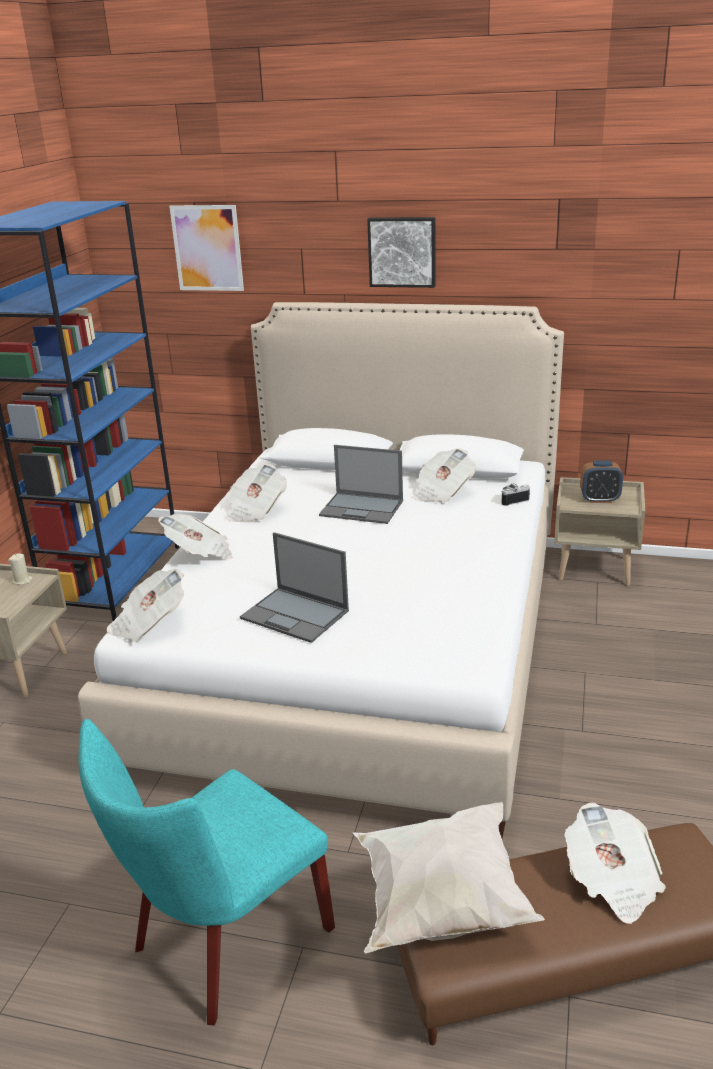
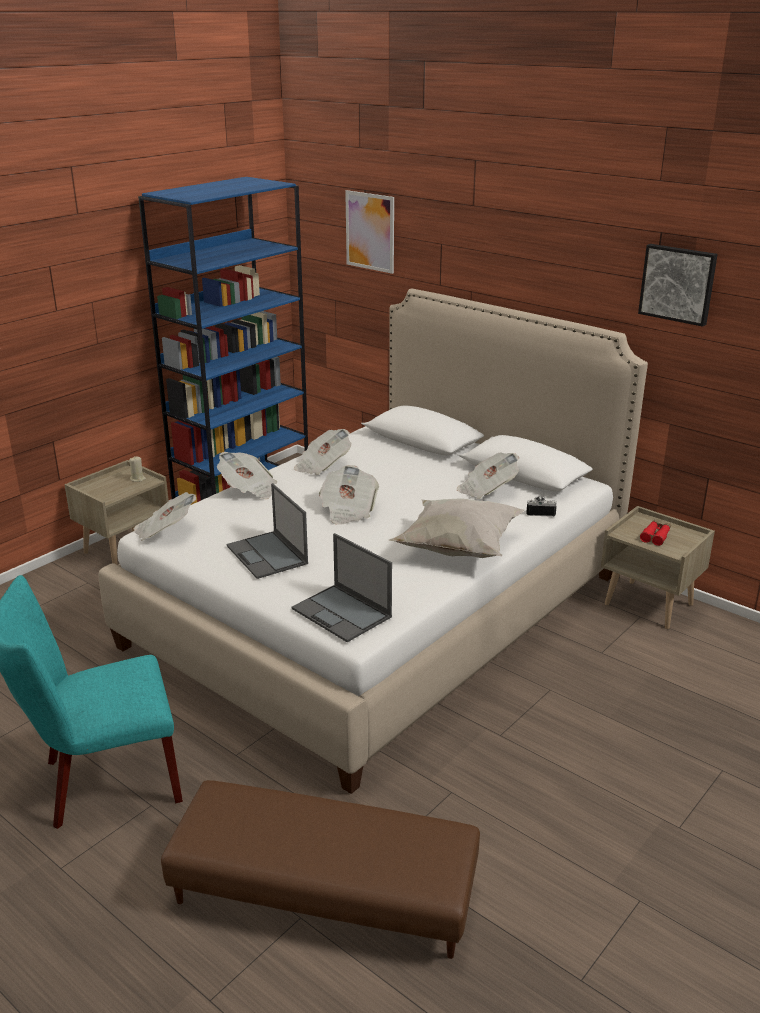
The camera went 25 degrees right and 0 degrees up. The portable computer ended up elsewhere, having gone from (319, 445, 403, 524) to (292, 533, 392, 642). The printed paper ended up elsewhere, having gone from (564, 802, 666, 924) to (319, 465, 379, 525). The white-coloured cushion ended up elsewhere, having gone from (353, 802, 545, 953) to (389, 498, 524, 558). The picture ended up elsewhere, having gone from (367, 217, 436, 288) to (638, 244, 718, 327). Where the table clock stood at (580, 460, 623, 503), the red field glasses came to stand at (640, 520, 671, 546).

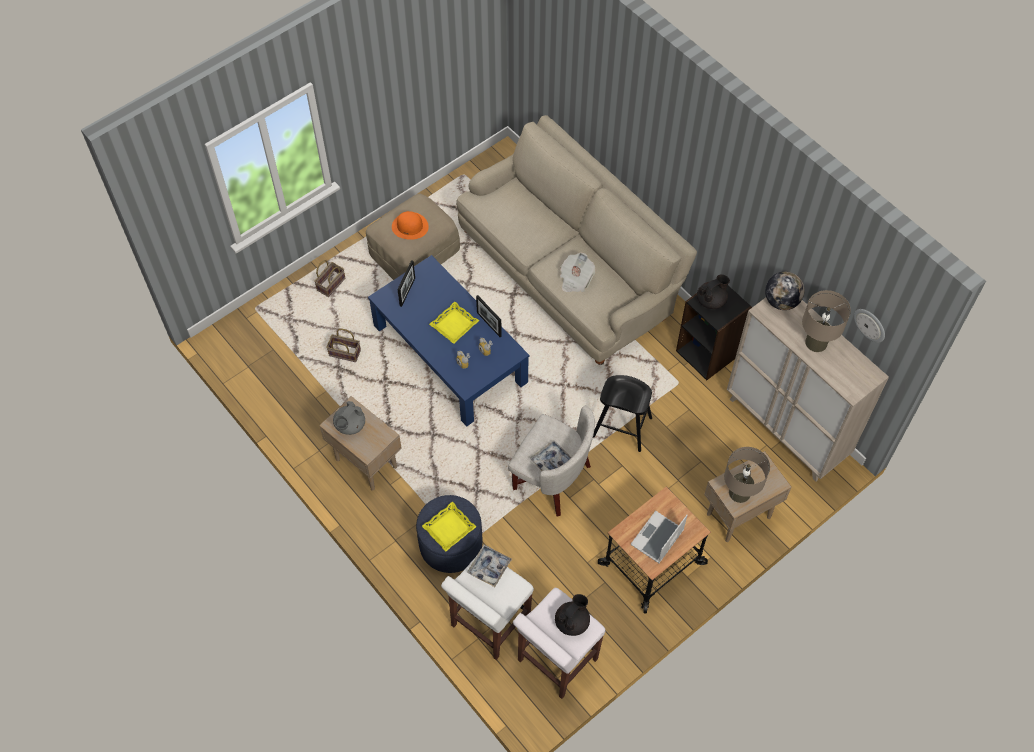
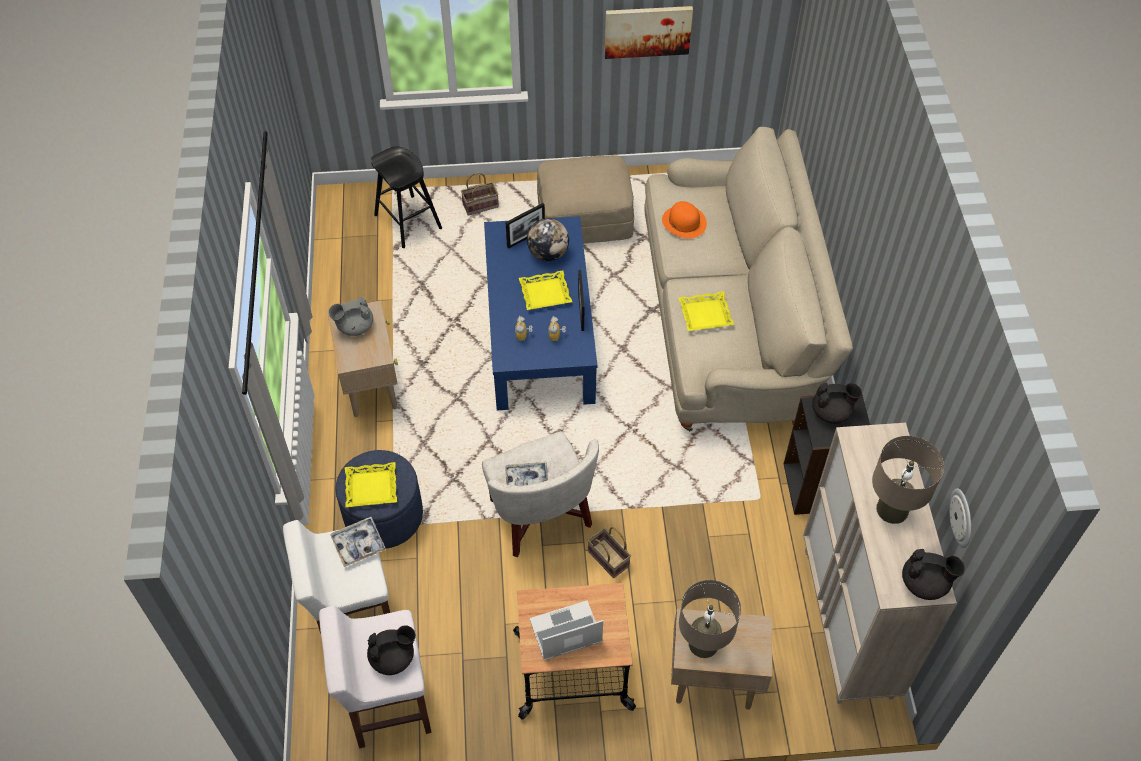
The camera went 35 degrees right and 5 degrees down. The black sitting stool ended up elsewhere, having gone from (593, 375, 652, 452) to (371, 146, 442, 248). The world globe ended up elsewhere, having gone from (765, 271, 804, 310) to (527, 218, 569, 261). The storage basket ended up elsewhere, having gone from (326, 329, 361, 362) to (588, 527, 631, 578). The second view gained the picture at (605, 6, 693, 59). The orange clothing hat ended up elsewhere, having gone from (392, 211, 429, 240) to (662, 201, 707, 239). Where the printed paper stood at (560, 253, 596, 292), the yellow-coloured serving tray came to stand at (678, 291, 734, 331). The second view gained the black tea pot at (902, 549, 965, 600).

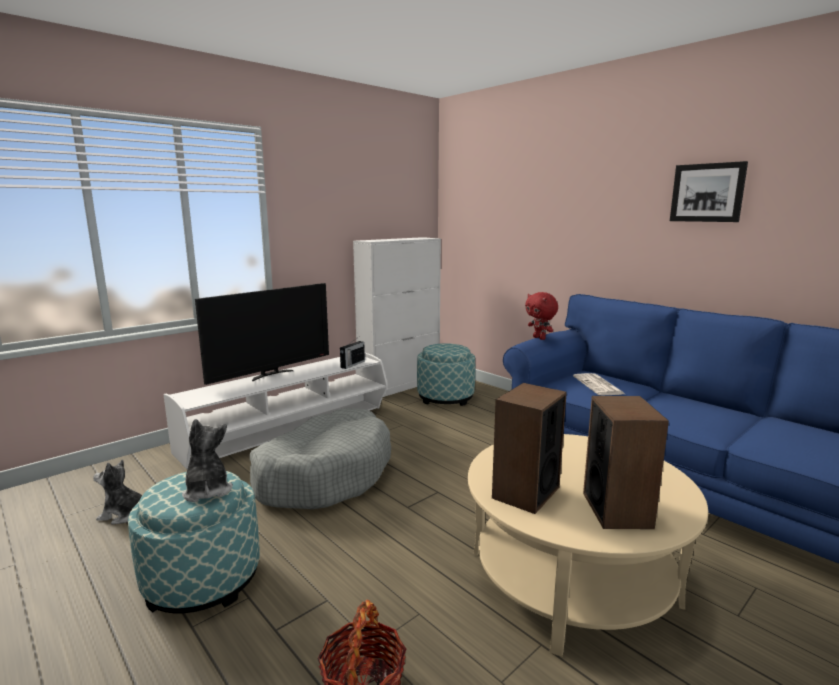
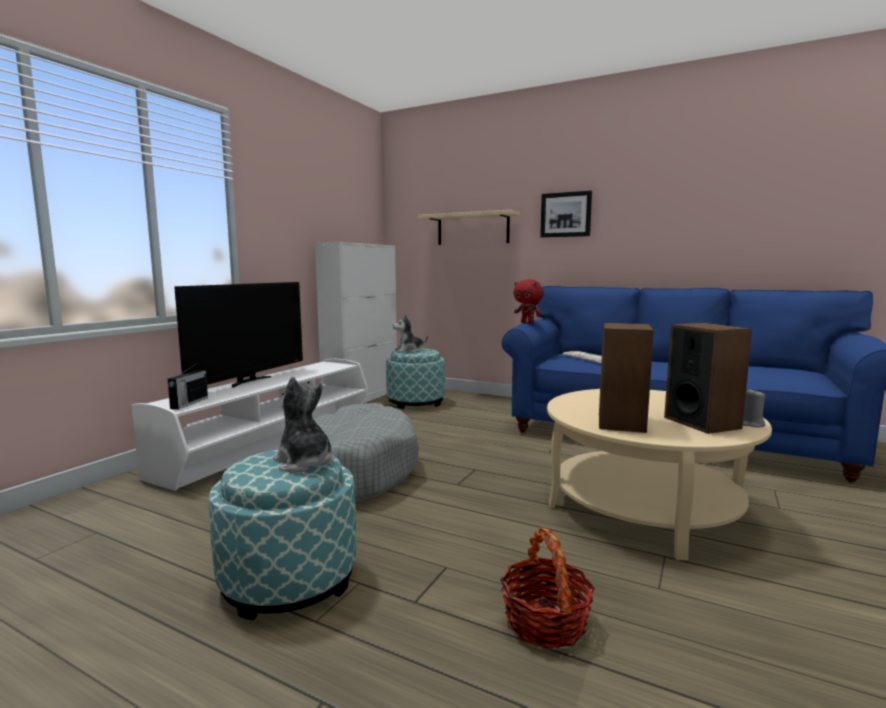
The camera went 20 degrees left and 5 degrees down. The radio ended up elsewhere, having gone from (340, 338, 365, 369) to (168, 364, 208, 410). The cuddly toy ended up elsewhere, having gone from (93, 460, 142, 524) to (393, 315, 428, 353). The second view gained the beige shelf at (418, 210, 520, 245). The picture ended up elsewhere, having gone from (670, 161, 748, 222) to (540, 191, 592, 238). The second view gained the greyish candle at (743, 389, 765, 427).

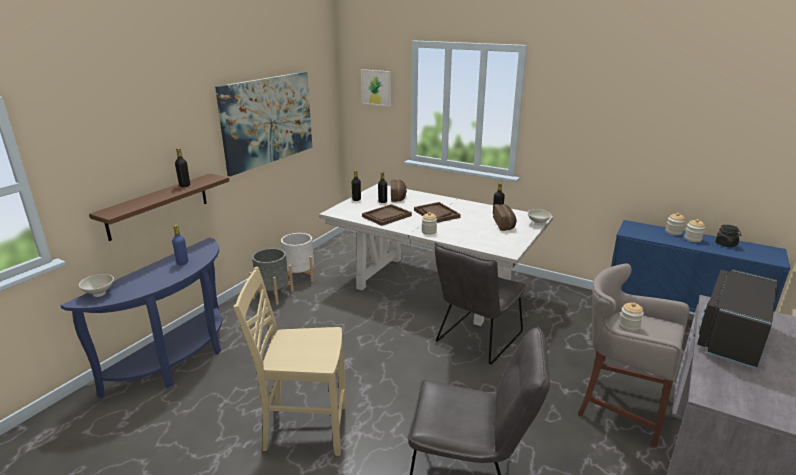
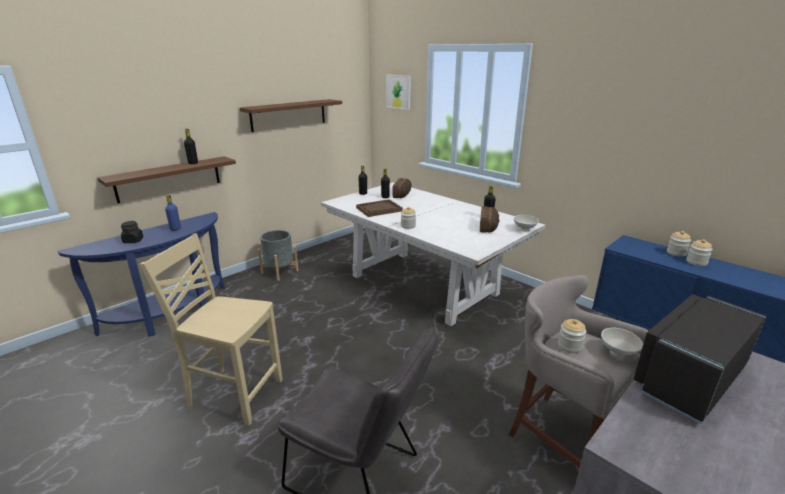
The camera went 15 degrees right and 0 degrees up. The black jar ended up elsewhere, having gone from (715, 225, 741, 247) to (121, 221, 143, 243). Where the picture hung at (215, 72, 312, 176), the brown-coloured shelf came to hang at (240, 99, 342, 132). The white-coloured bowl ended up elsewhere, having gone from (79, 274, 114, 297) to (601, 328, 643, 358). The second view lost the white-coloured flower pot at (281, 233, 314, 282). The second view lost the brown-coloured serving tray at (414, 202, 461, 223). The second view lost the greyish plain chair at (434, 243, 526, 365).

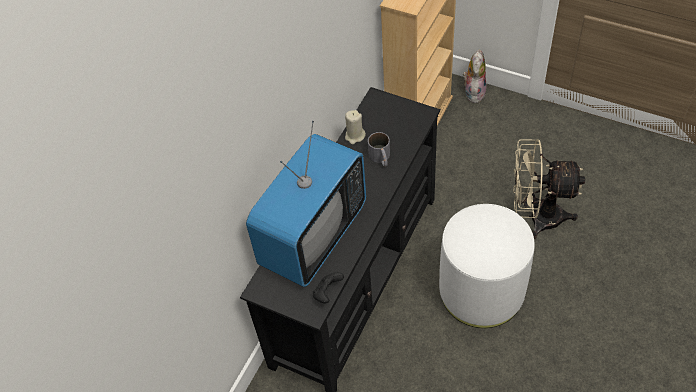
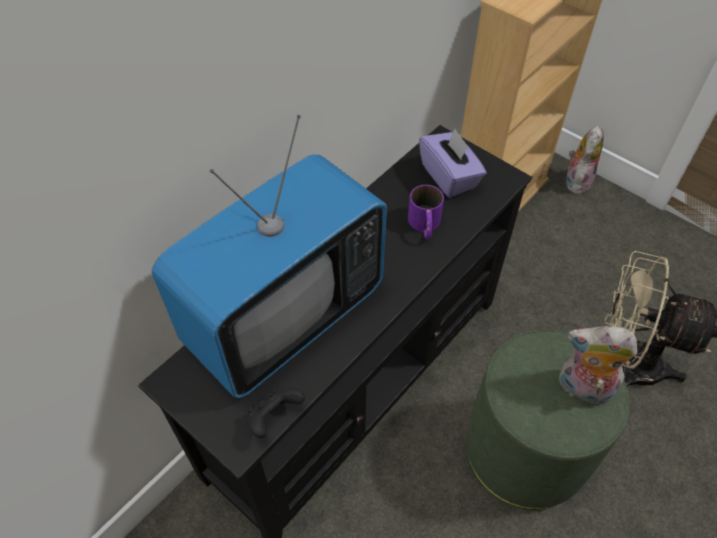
The camera went 10 degrees right and 0 degrees up. What was the greyish coffee mug at (368, 132, 390, 167) turned into the purple coffee mug at (408, 185, 444, 239). The second view gained the purple box of tissues at (419, 129, 486, 198). What was the white-coloured ottoman at (439, 204, 535, 328) turned into the greenish ottoman at (466, 329, 630, 510). The second view gained the cuddly toy at (559, 326, 638, 404). The second view lost the beige candle at (345, 110, 366, 144).

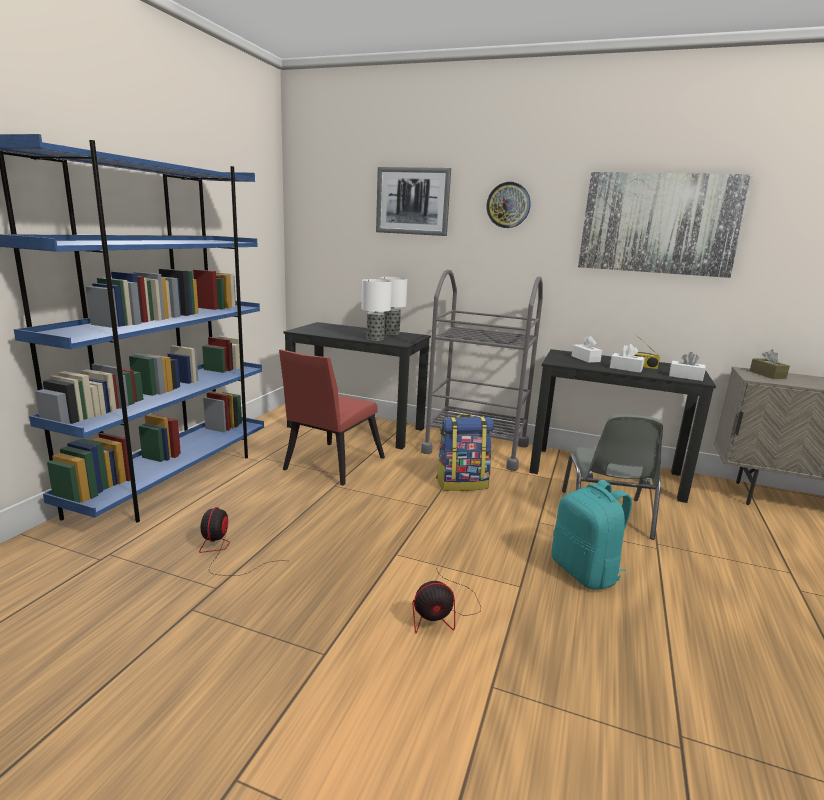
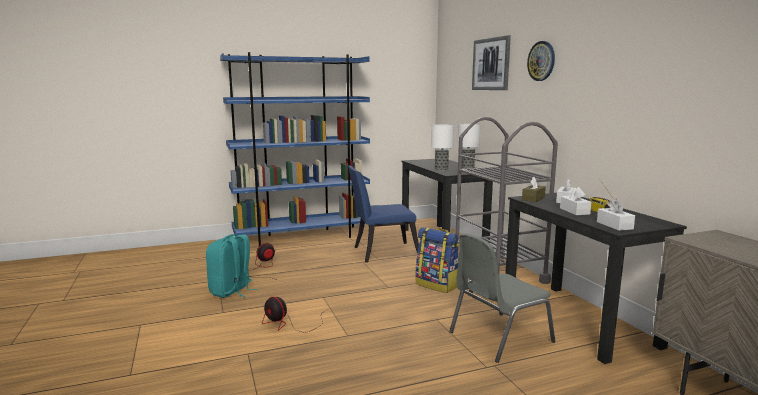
The camera went 50 degrees right and 5 degrees down. The turquoise knapsack ended up elsewhere, having gone from (552, 480, 632, 590) to (206, 234, 257, 298). What was the red plain chair at (279, 350, 385, 486) turned into the bluish plain chair at (348, 165, 419, 263). The brown-coloured box of tissues ended up elsewhere, having gone from (750, 350, 790, 379) to (522, 177, 546, 202). The second view lost the picture at (578, 172, 754, 278).

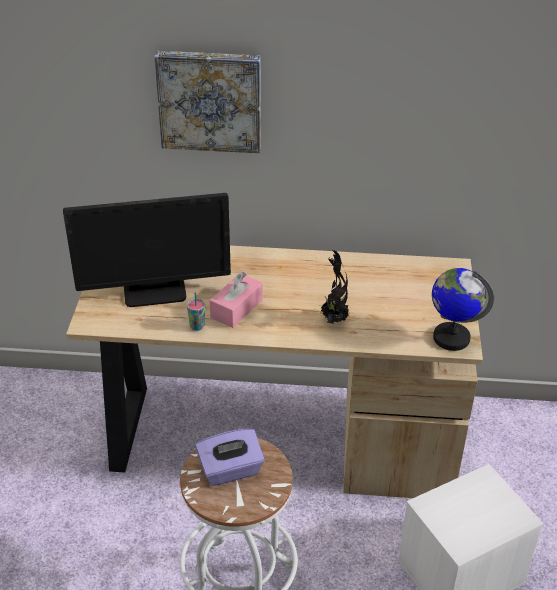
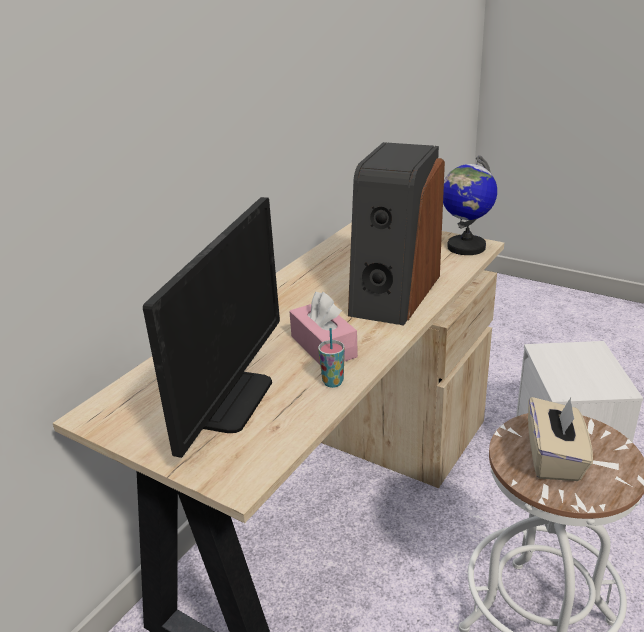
The camera went 60 degrees left and 10 degrees down. Where the plant in a pot stood at (321, 249, 349, 324), the speaker came to stand at (348, 142, 445, 325). What was the purple box of tissues at (195, 429, 265, 486) turned into the beige box of tissues at (528, 397, 593, 481). The second view lost the picture at (155, 51, 261, 153).

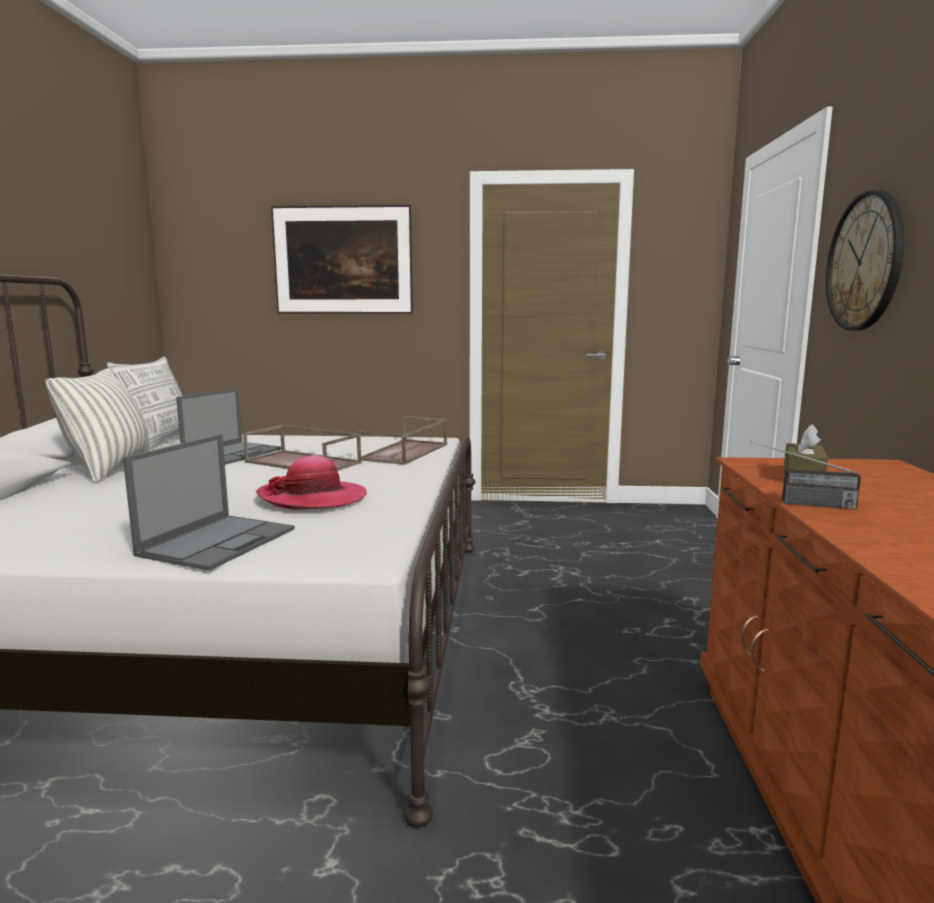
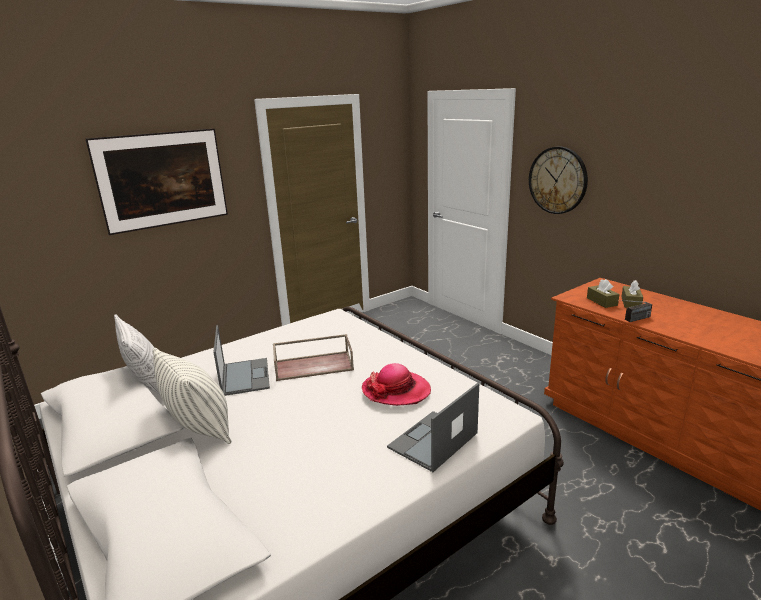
The camera went 40 degrees left and 10 degrees up. The portable computer at (123, 434, 295, 571) ended up facing another way, 120 degrees counterclockwise from before. The second view gained the brown-coloured box of tissues at (621, 280, 643, 308). The second view lost the brown-coloured serving tray at (357, 416, 447, 465).

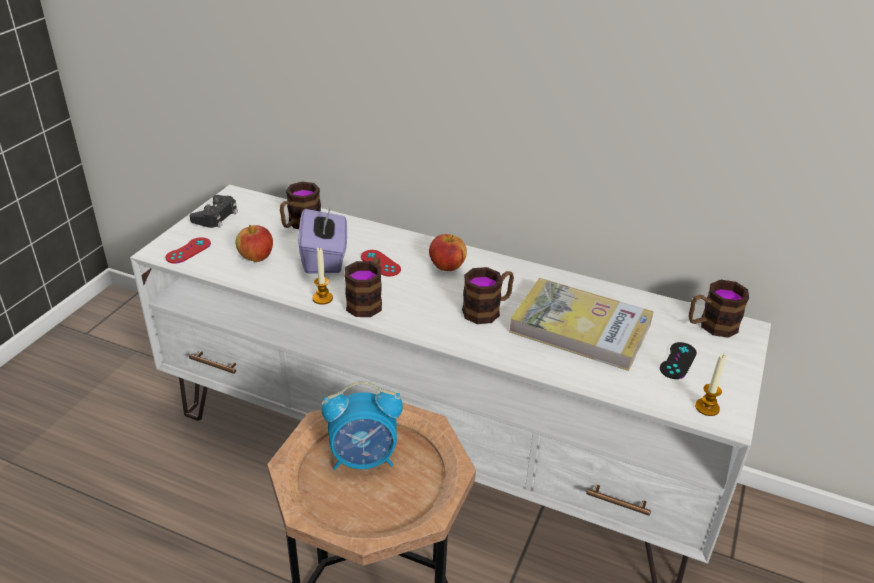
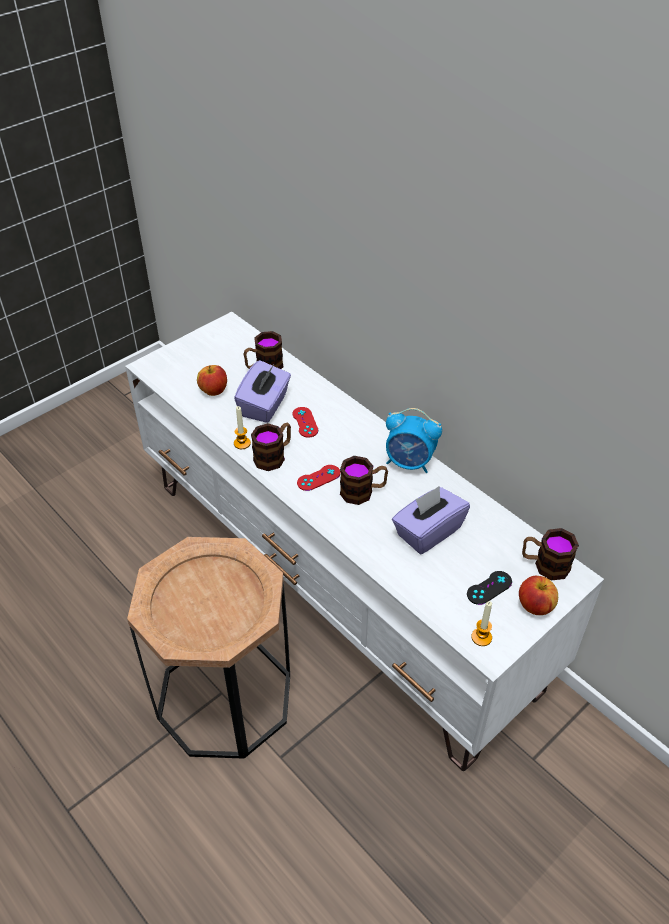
The camera went 25 degrees right and 10 degrees up. The red gamepad ended up elsewhere, having gone from (165, 237, 211, 263) to (297, 465, 340, 491). The table clock ended up elsewhere, having gone from (322, 381, 403, 470) to (386, 408, 442, 473). Where the volume stood at (509, 278, 653, 371), the purple box of tissues came to stand at (392, 486, 470, 554). The apple fruit ended up elsewhere, having gone from (429, 234, 467, 271) to (519, 576, 558, 615). The second view lost the black gamepad at (190, 195, 238, 228).

